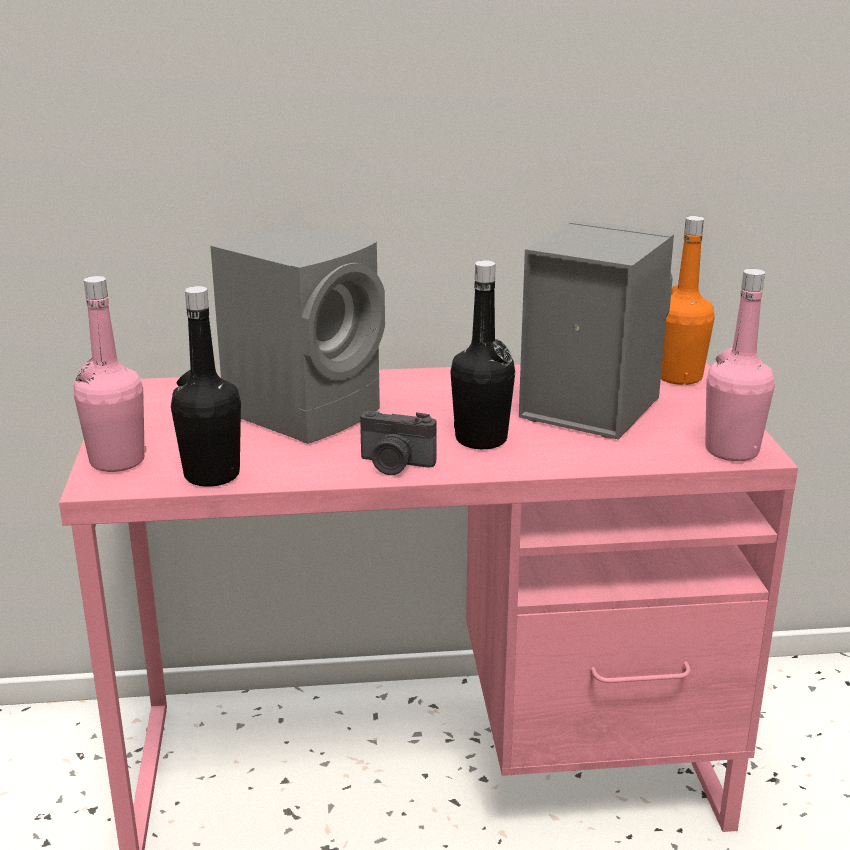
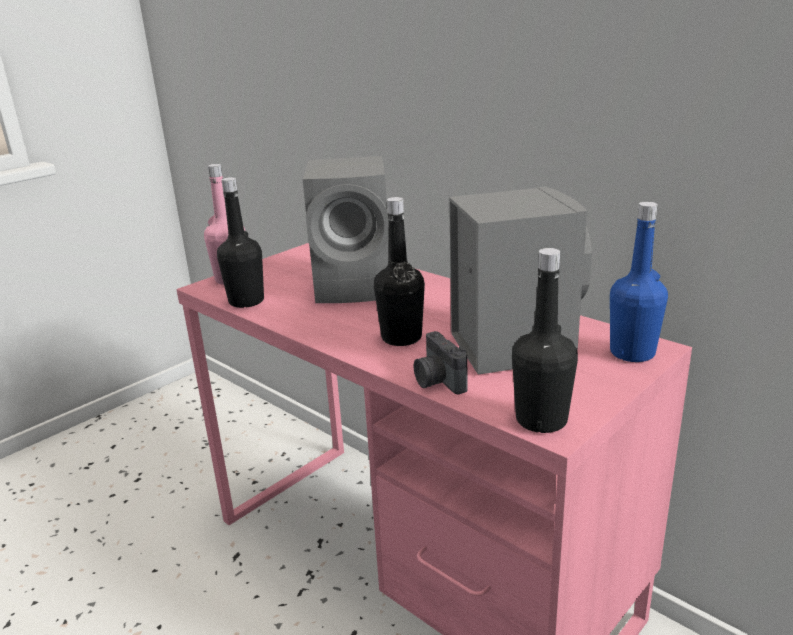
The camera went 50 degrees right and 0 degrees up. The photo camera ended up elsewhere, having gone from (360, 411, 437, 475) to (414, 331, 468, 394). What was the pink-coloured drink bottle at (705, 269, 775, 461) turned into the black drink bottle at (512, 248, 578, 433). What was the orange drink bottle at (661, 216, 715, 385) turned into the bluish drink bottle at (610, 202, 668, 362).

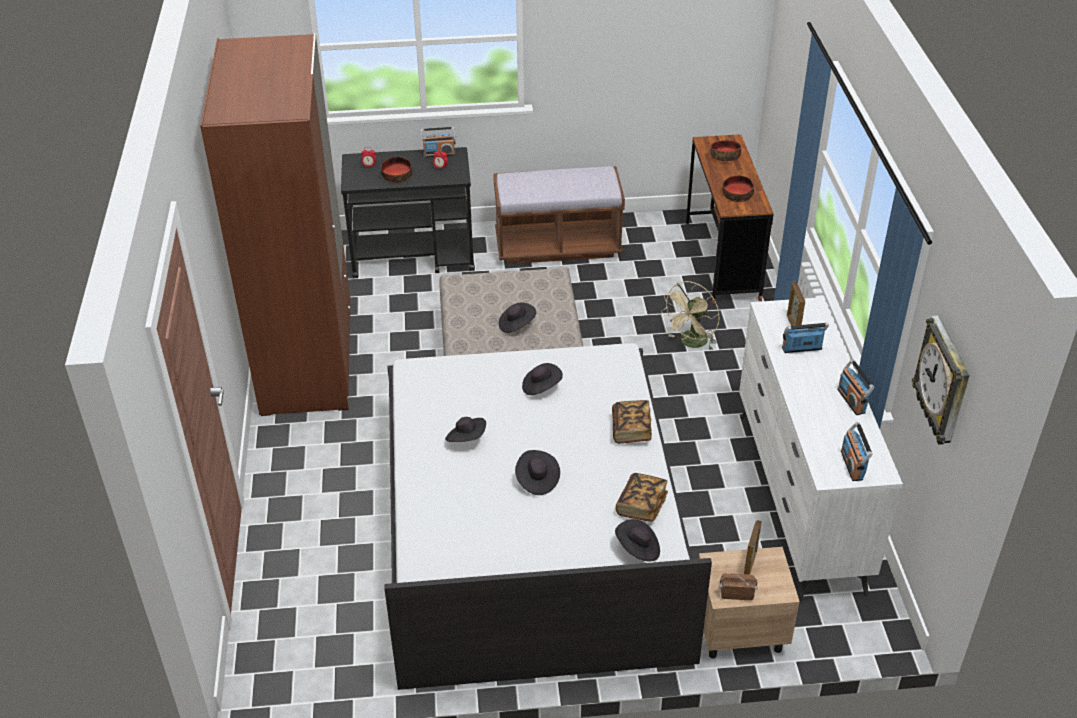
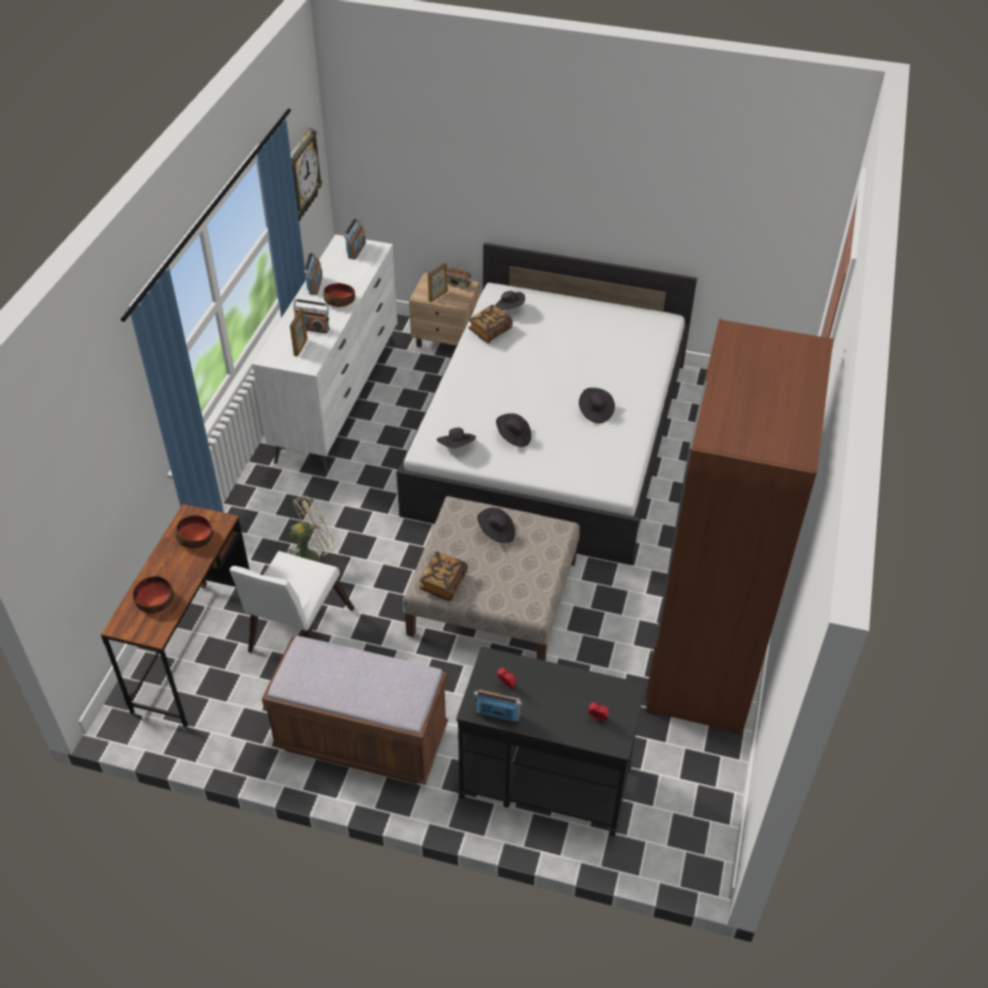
The camera went 160 degrees left and 5 degrees up. The second view gained the white-coloured plain chair at (229, 551, 354, 653). The bowl ended up elsewhere, having gone from (381, 157, 412, 183) to (323, 283, 355, 307). The volume ended up elsewhere, having gone from (612, 400, 652, 444) to (419, 552, 468, 601). The black clothing hat ended up elsewhere, having gone from (515, 450, 560, 495) to (437, 428, 476, 448).

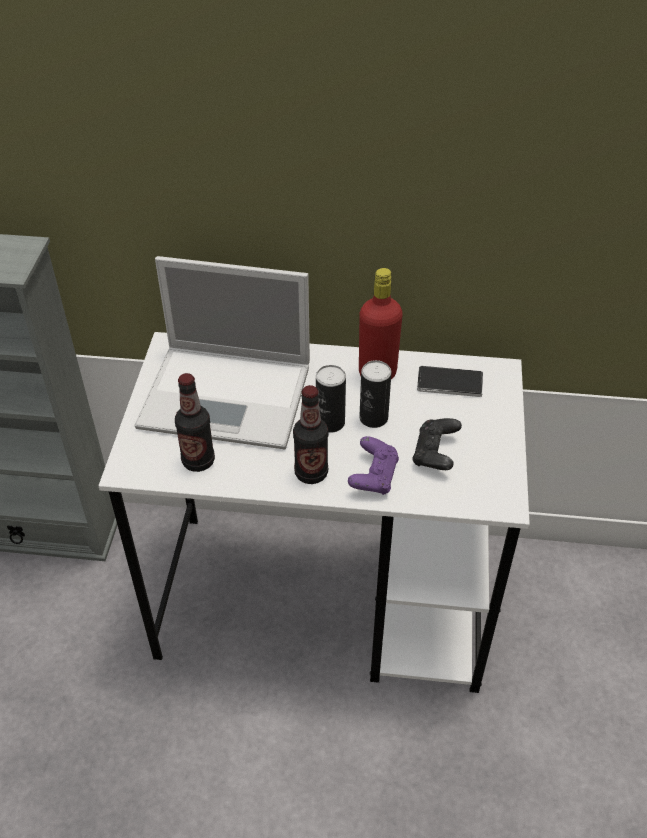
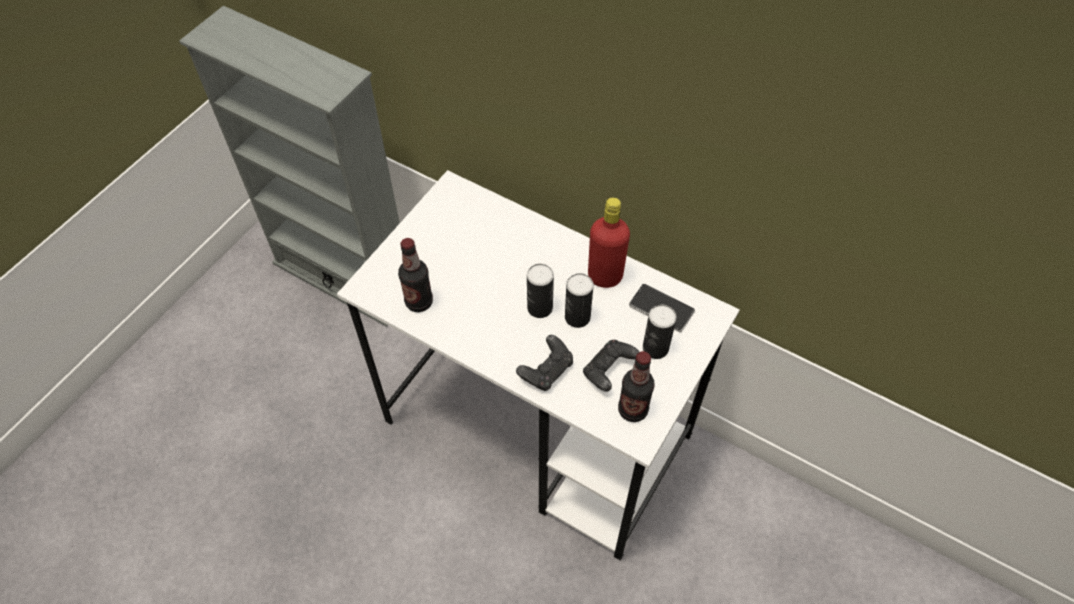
The camera went 25 degrees right and 10 degrees up. What was the purple gamepad at (348, 436, 399, 495) turned into the black gamepad at (516, 335, 573, 391). The drink bottle ended up elsewhere, having gone from (293, 385, 329, 484) to (618, 351, 655, 422). The second view gained the metal can at (643, 305, 677, 359). The second view lost the portable computer at (134, 256, 310, 449).

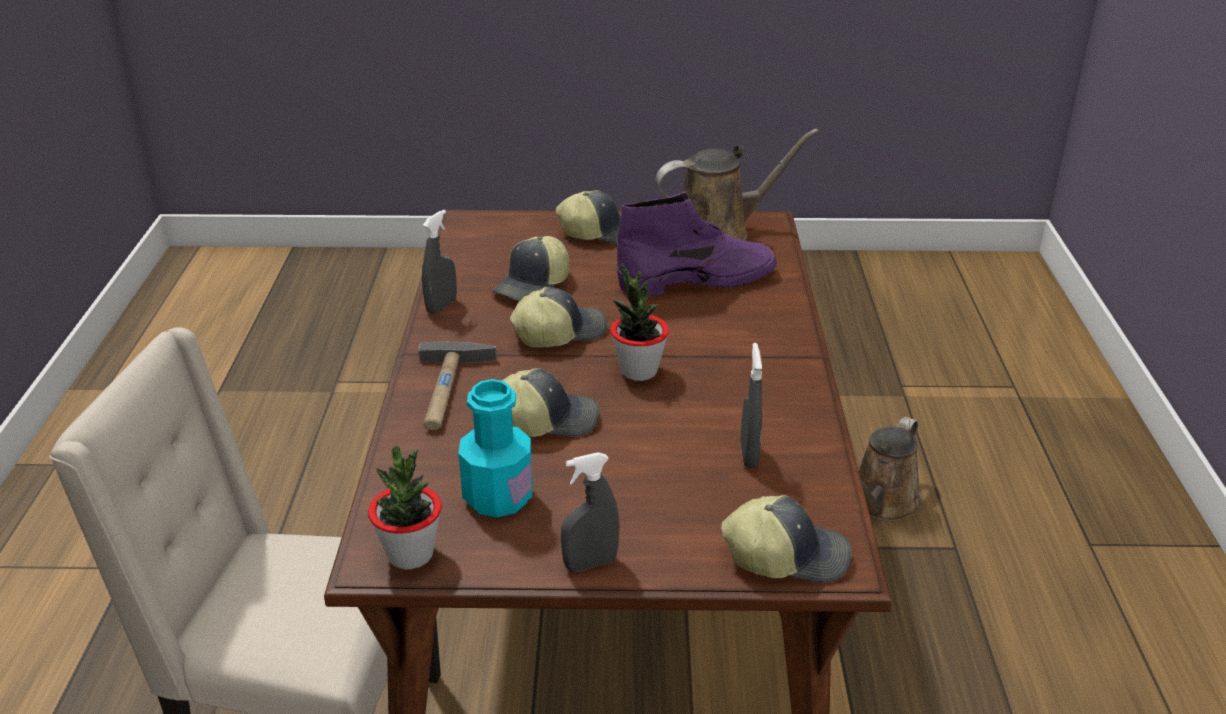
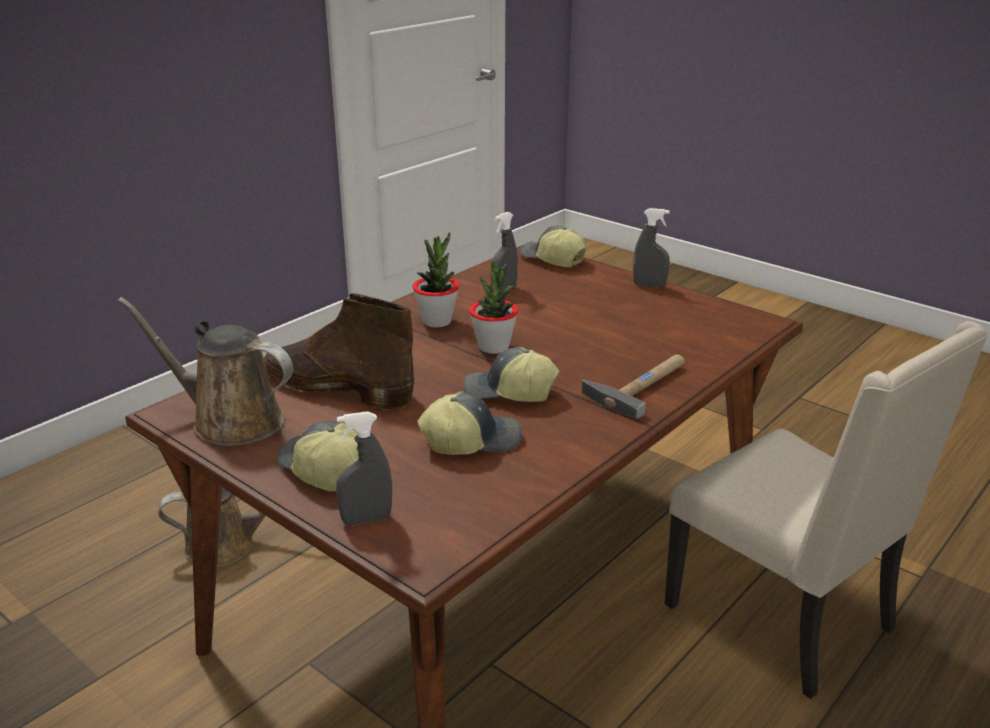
The camera went 140 degrees left and 5 degrees down. What was the purple tall boot at (617, 191, 777, 297) turned into the brown-coloured tall boot at (264, 293, 414, 409). The greyish hand sprayer ended up elsewhere, having gone from (422, 210, 457, 314) to (336, 411, 392, 525). The plant in a pot ended up elsewhere, having gone from (368, 446, 442, 569) to (413, 232, 459, 328). The second view lost the turquoise drink bottle at (458, 379, 533, 518). The second view lost the baseball cap at (501, 368, 599, 437).

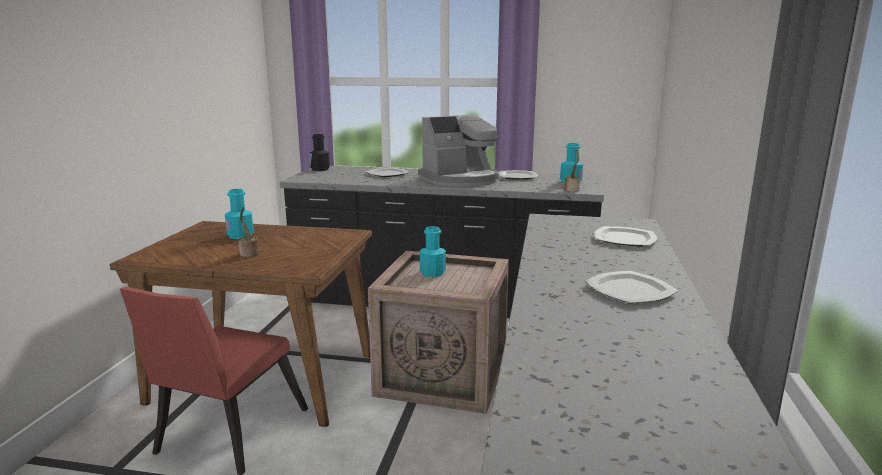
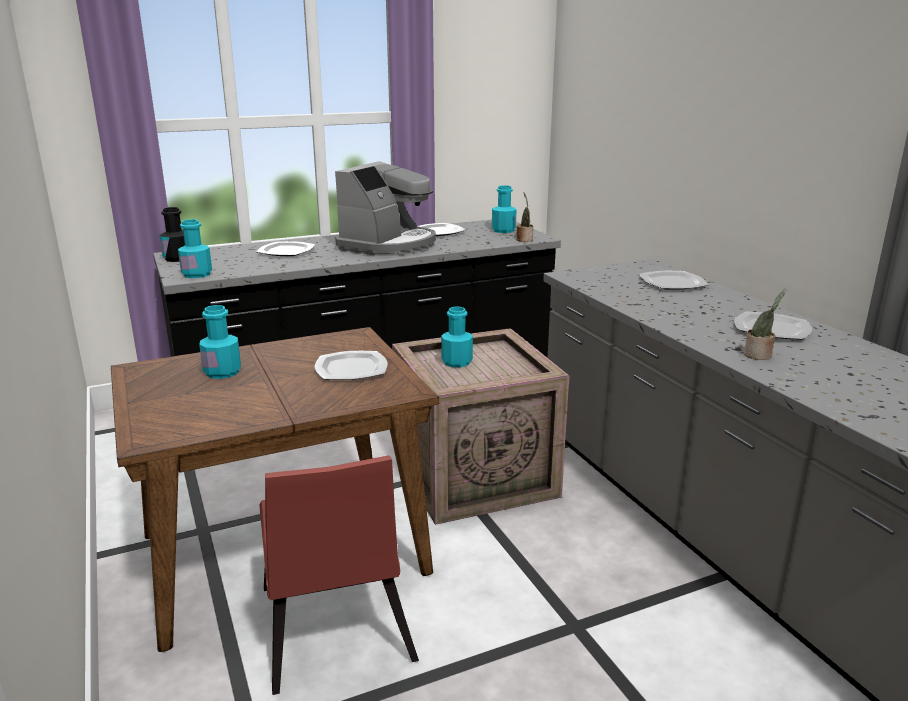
The camera went 35 degrees left and 5 degrees up. The second view gained the turquoise drink bottle at (178, 219, 212, 278). The second view gained the dinner plate at (315, 351, 388, 380). The plant in a pot ended up elsewhere, having gone from (238, 207, 259, 257) to (744, 289, 786, 360).

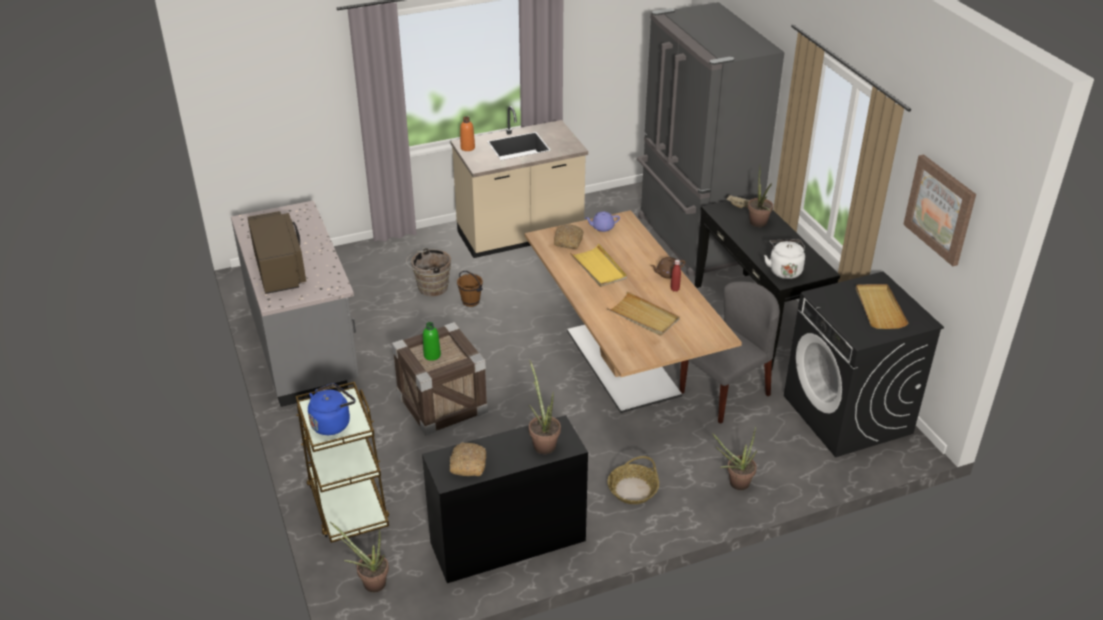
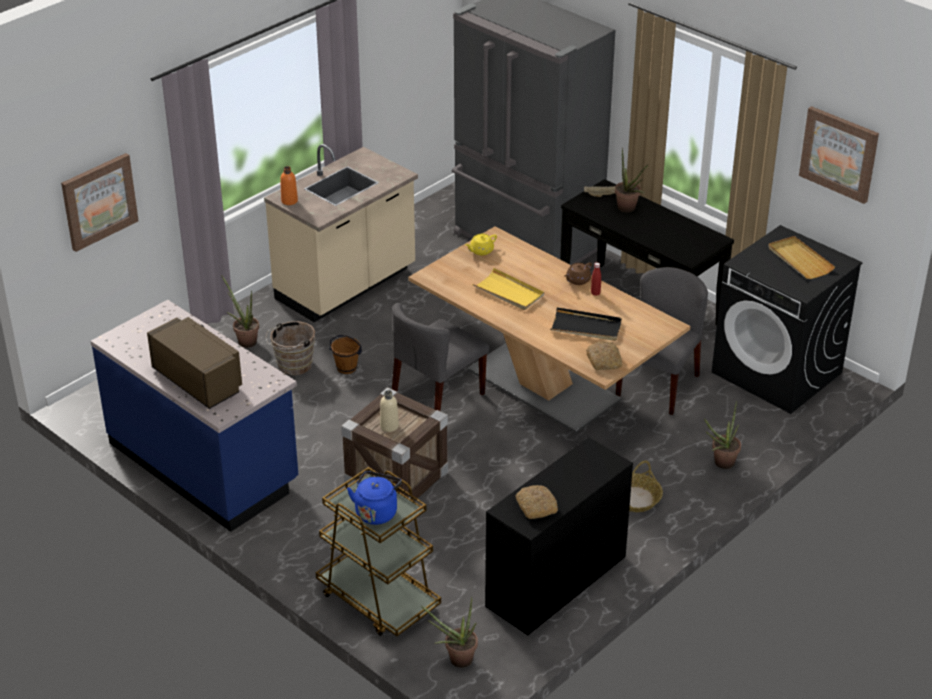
The camera went 25 degrees left and 0 degrees up. The second view gained the picture at (61, 153, 139, 252). What was the greyish counter at (231, 200, 359, 407) turned into the bluish counter at (91, 300, 298, 532). The plant in a pot ended up elsewhere, having gone from (529, 360, 561, 454) to (221, 275, 259, 348). What was the greenish drink bottle at (423, 322, 441, 361) turned into the beige drink bottle at (380, 390, 399, 432). The second view gained the greyish plain chair at (392, 303, 489, 411). What was the purple tea pot at (585, 212, 620, 232) turned into the yellow-coloured tea pot at (465, 234, 497, 255). What was the beige serving tray at (607, 291, 679, 336) turned into the black serving tray at (550, 307, 622, 341). The bread ended up elsewhere, having gone from (554, 224, 583, 249) to (587, 341, 622, 370). The second view lost the white-coloured tea kettle at (764, 239, 805, 279).

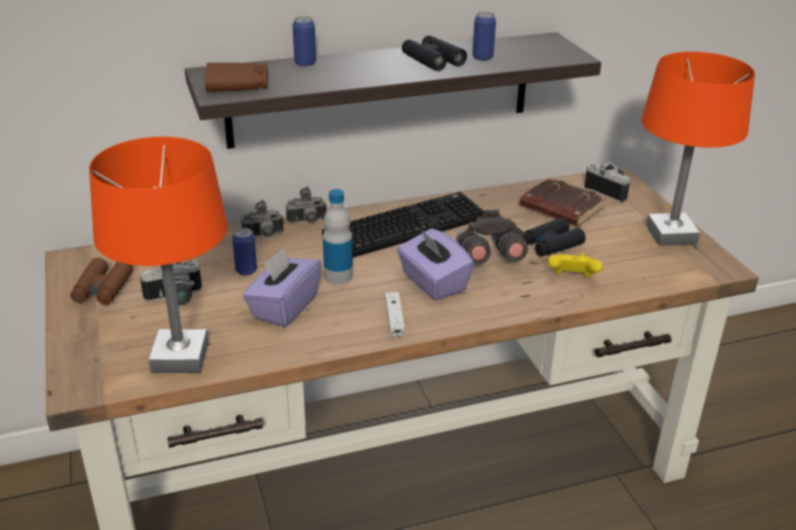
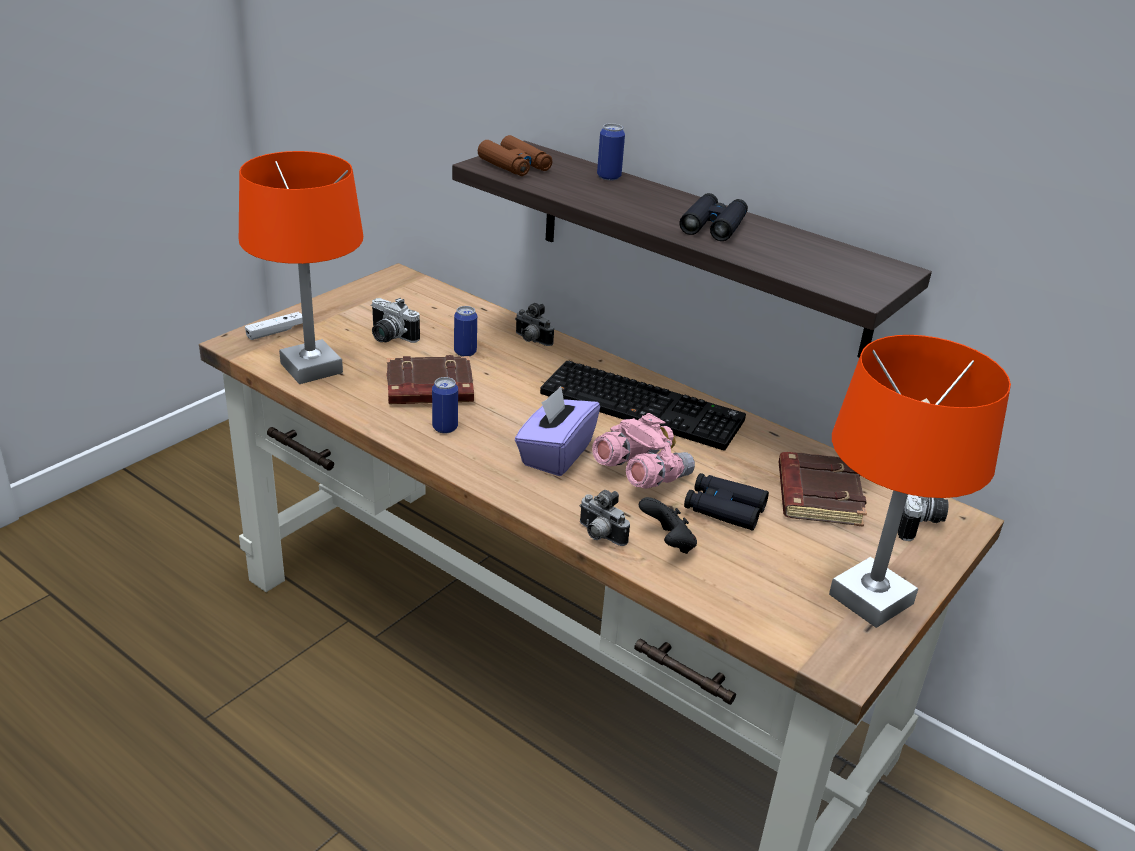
The camera went 55 degrees right and 0 degrees up. The white-coloured gamepad ended up elsewhere, having gone from (385, 292, 405, 337) to (245, 312, 303, 340). Where the purple box of tissues stood at (243, 247, 322, 327), the brown-coloured volume came to stand at (386, 355, 474, 404). The metal can ended up elsewhere, having gone from (472, 11, 496, 61) to (432, 377, 458, 433). The photo camera ended up elsewhere, having gone from (286, 187, 327, 223) to (579, 490, 630, 546). What was the greyish field glasses at (456, 210, 528, 265) turned into the pink-coloured field glasses at (592, 413, 695, 489). What was the yellow-coloured gamepad at (548, 253, 603, 277) turned into the black gamepad at (639, 497, 697, 554). The second view lost the brown-coloured field glasses at (70, 258, 133, 305). The second view lost the drink bottle at (323, 189, 353, 284).

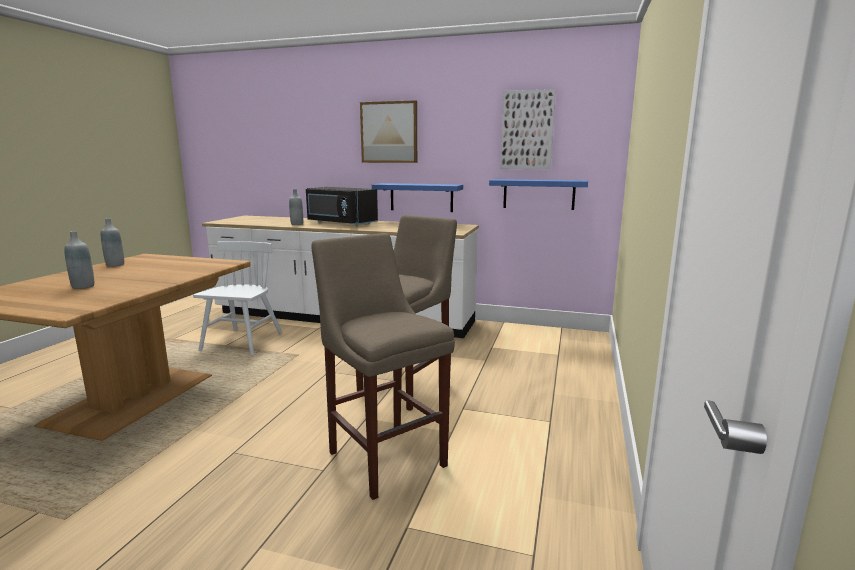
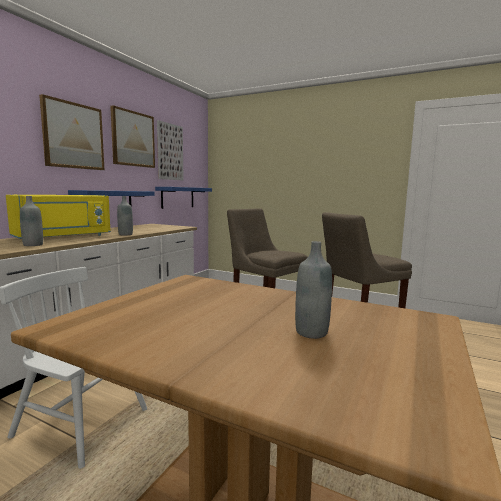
The camera went 80 degrees left and 5 degrees down. What was the black kitchen microwave at (306, 187, 378, 226) turned into the yellow-coloured kitchen microwave at (6, 195, 111, 239). The second view gained the picture at (110, 105, 155, 168). The greyish drink bottle ended up elsewhere, having gone from (101, 218, 124, 267) to (117, 196, 133, 235).

